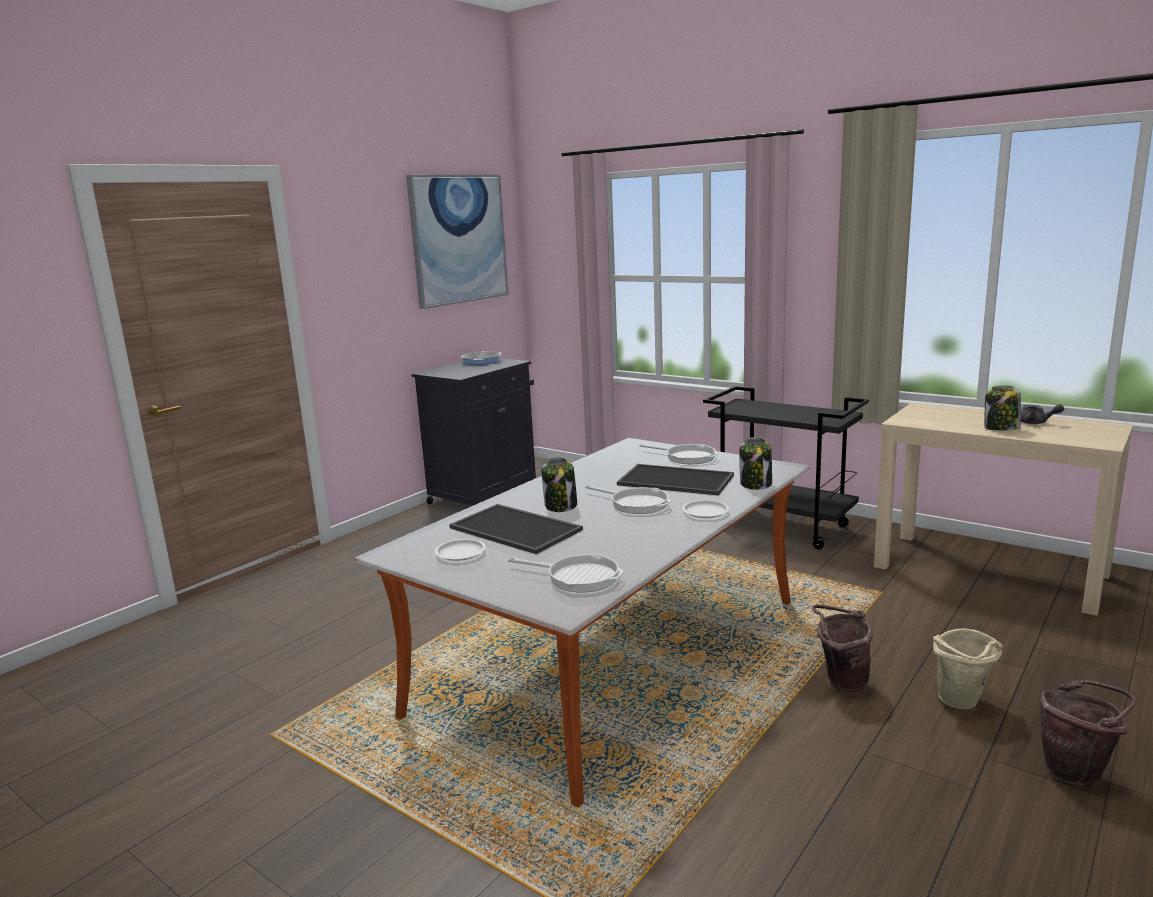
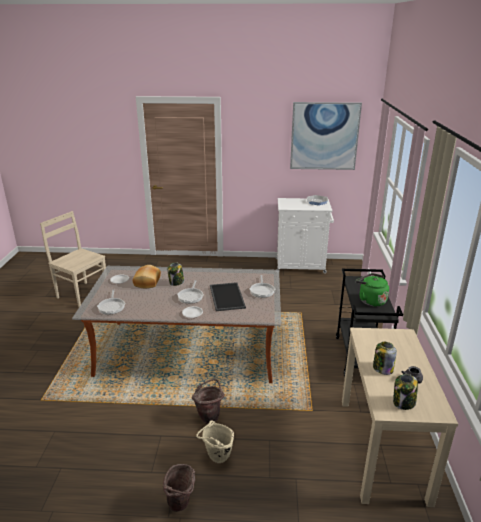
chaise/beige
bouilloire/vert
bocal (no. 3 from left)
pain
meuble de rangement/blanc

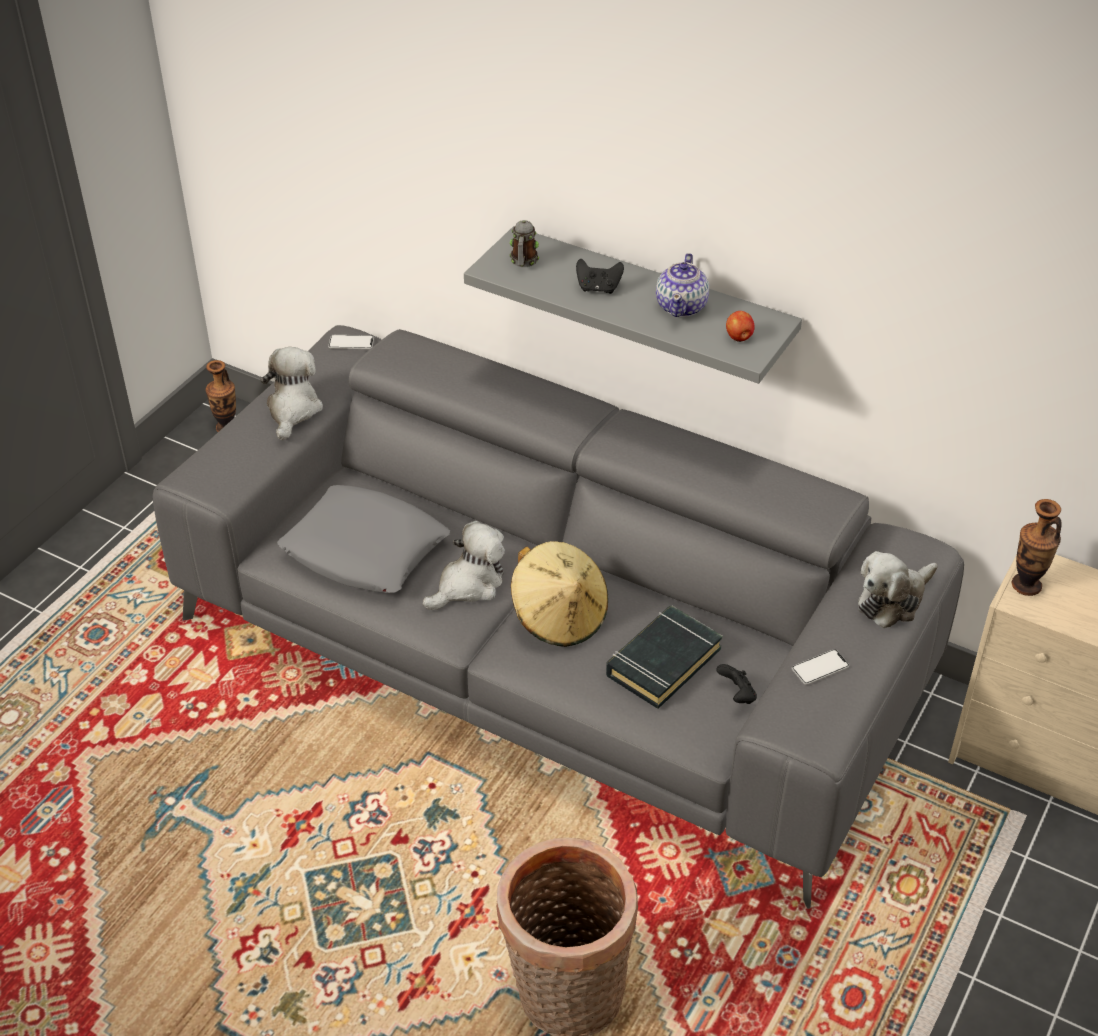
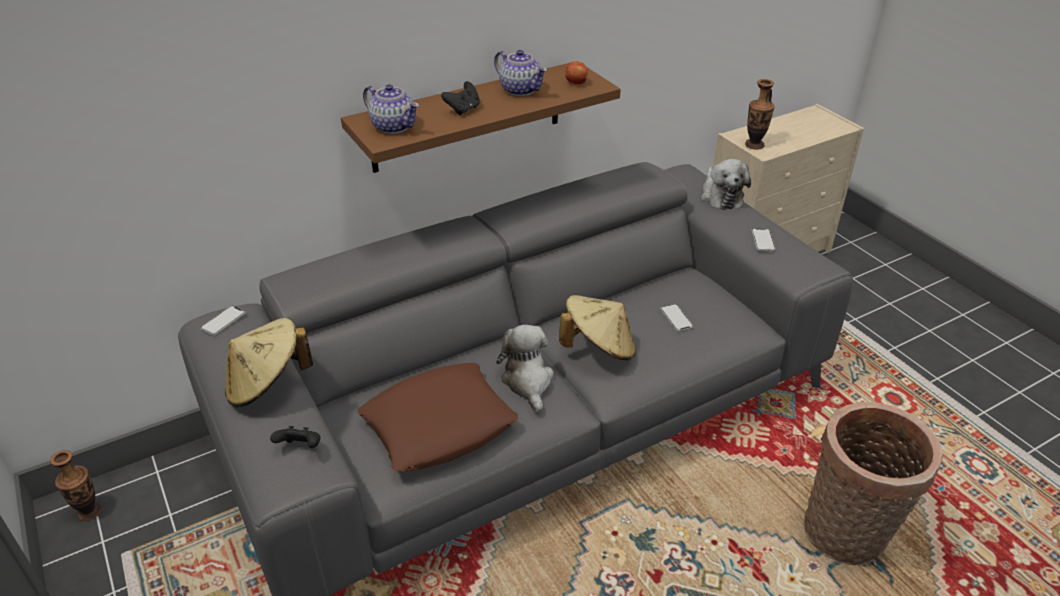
manette/noir (no. 1 from left)
chapeau/beige (no. 1 from left)
théière (no. 1 from left)
téléphone (no. 2 from left)
coussin/marron
étagère/marron

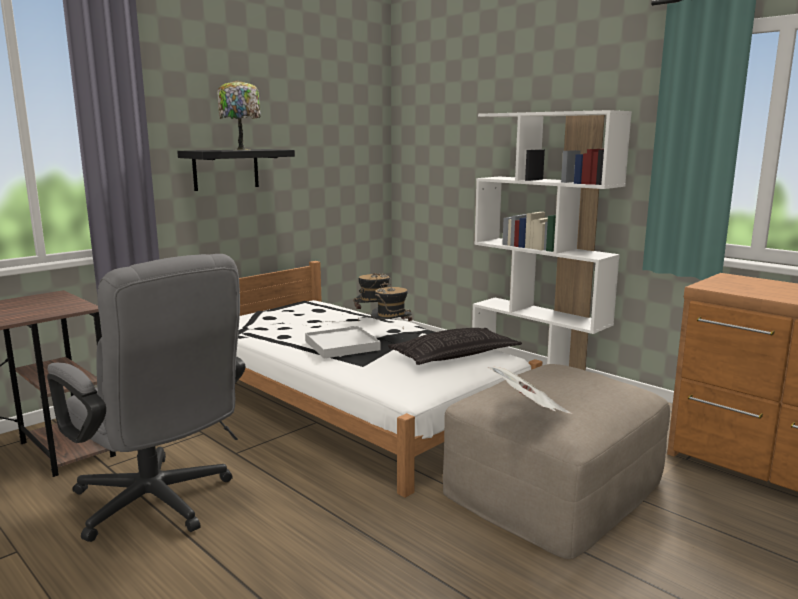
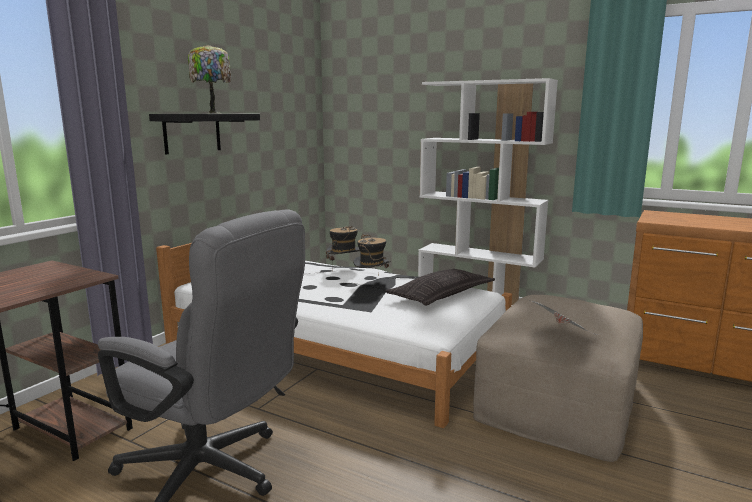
plateau/blanc

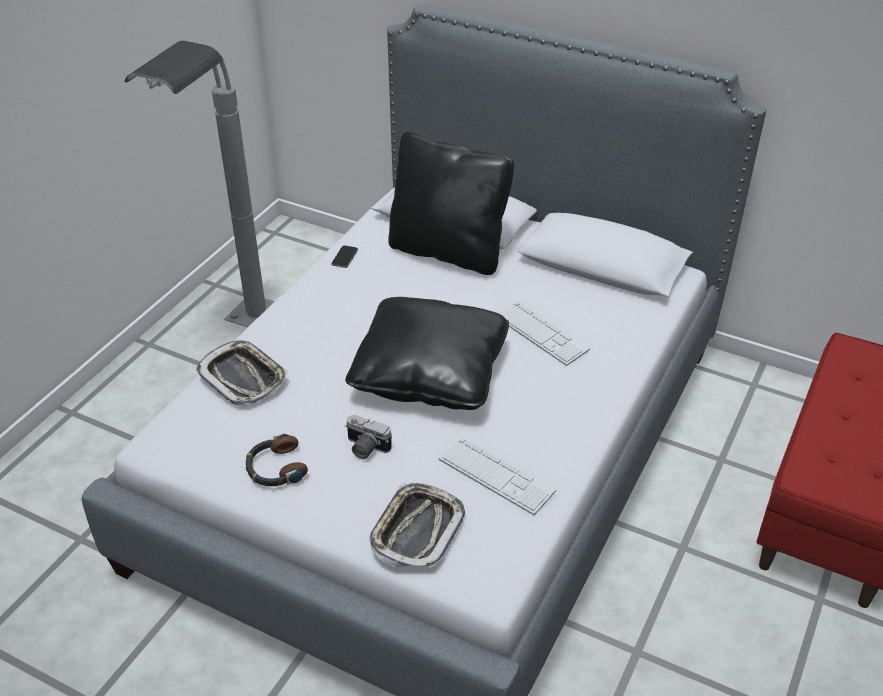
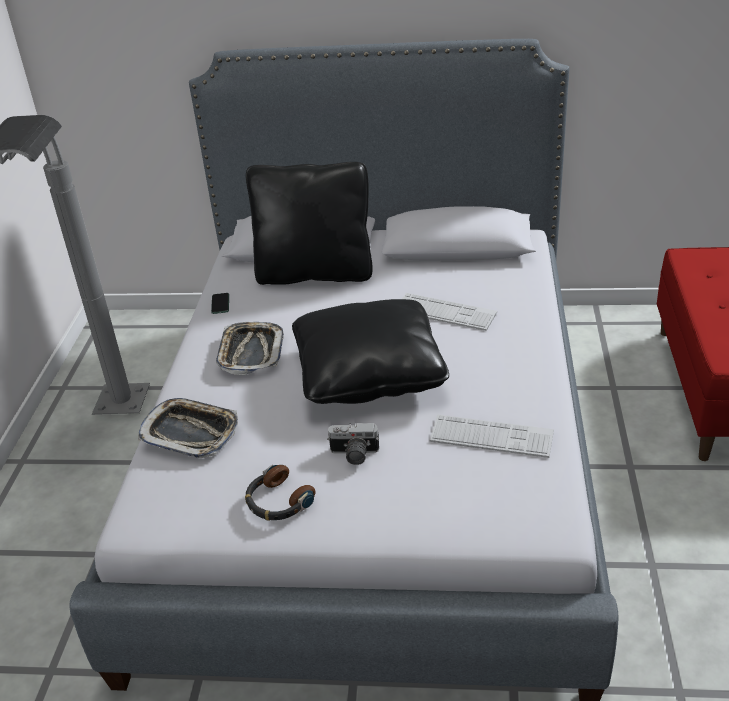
plateau (no. 2 from left)

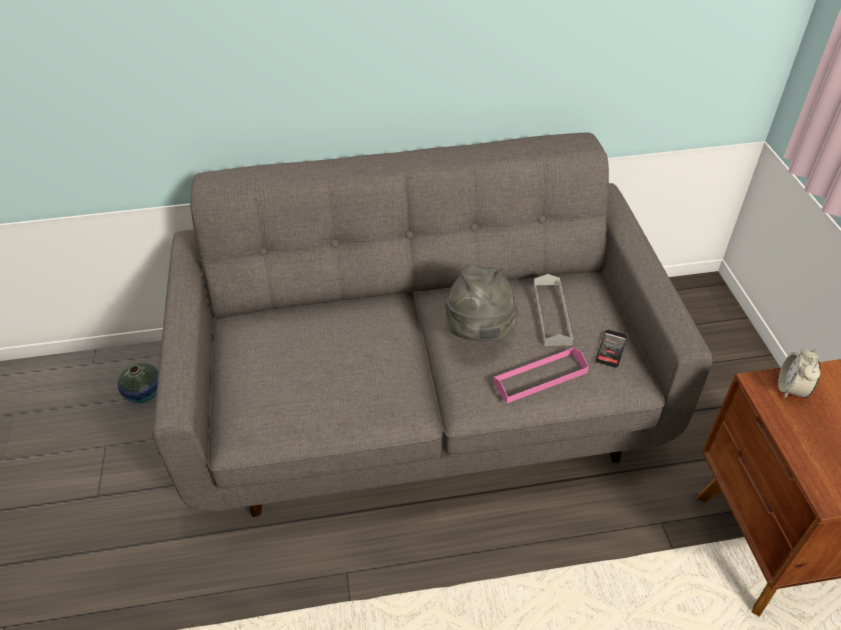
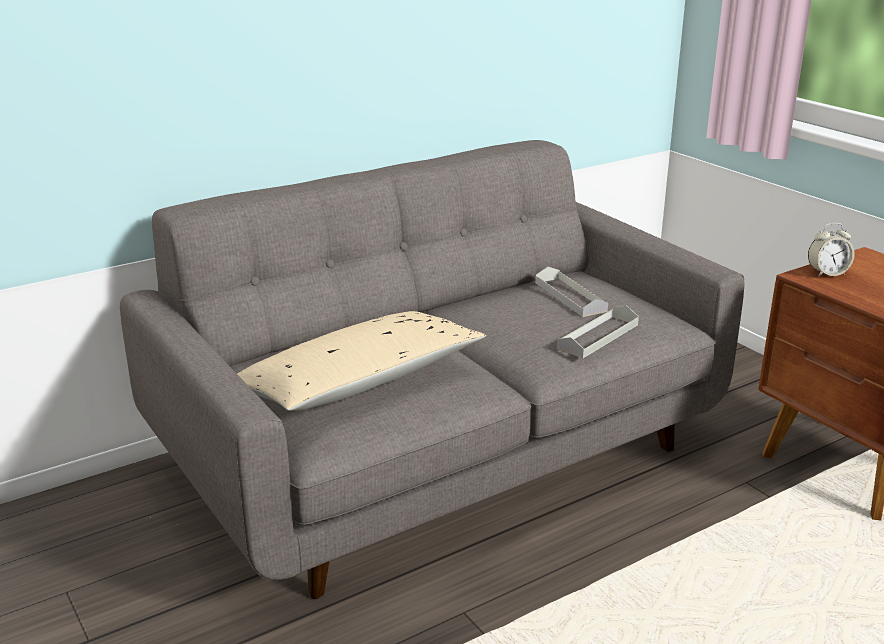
vase
chapeau/gris
téléphone
coussin/beige
plateau/gris (no. 2 from left)
réveil

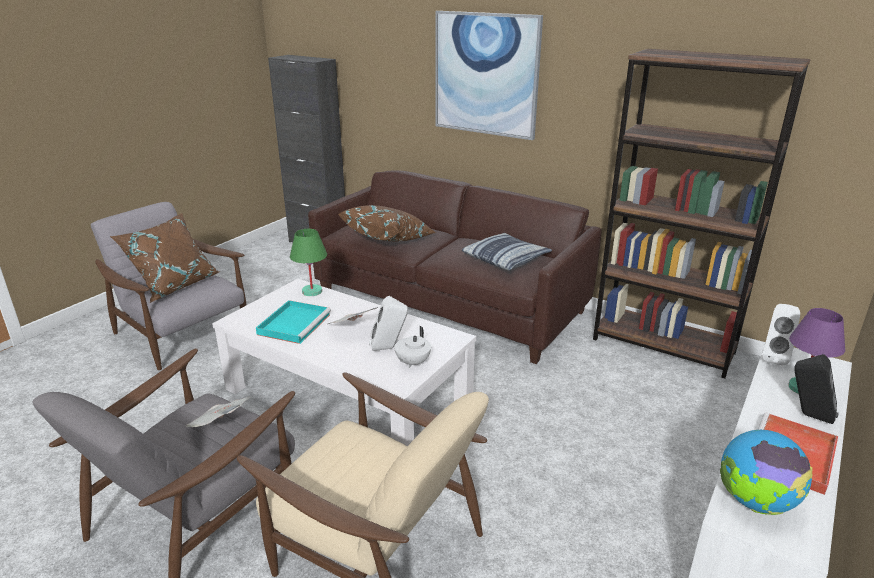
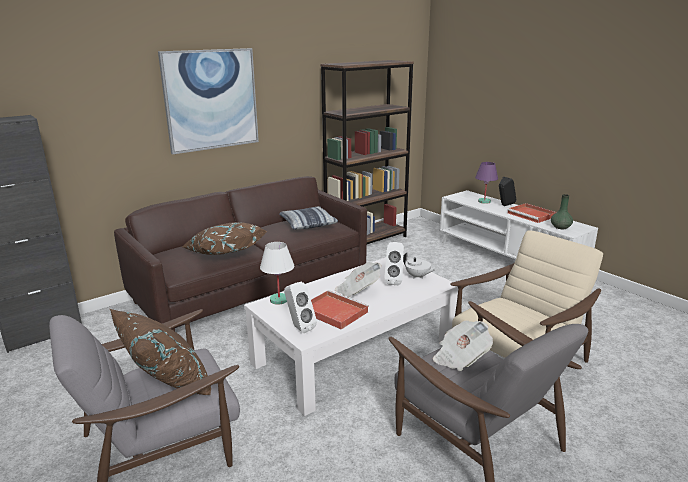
enceinte/blanc (no. 1 from left)
vase/vert
plateau/rouge (no. 1 from left)
lampe de table/blanc

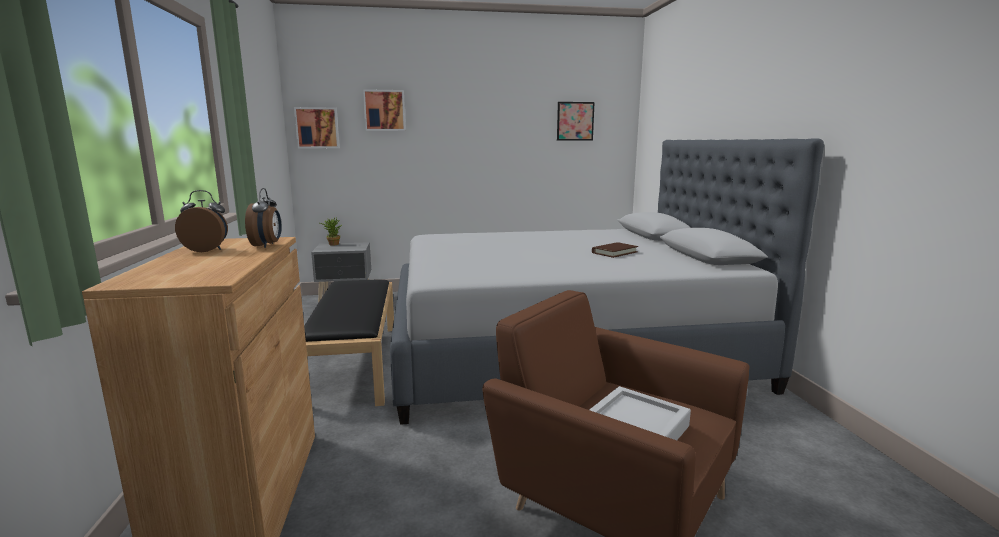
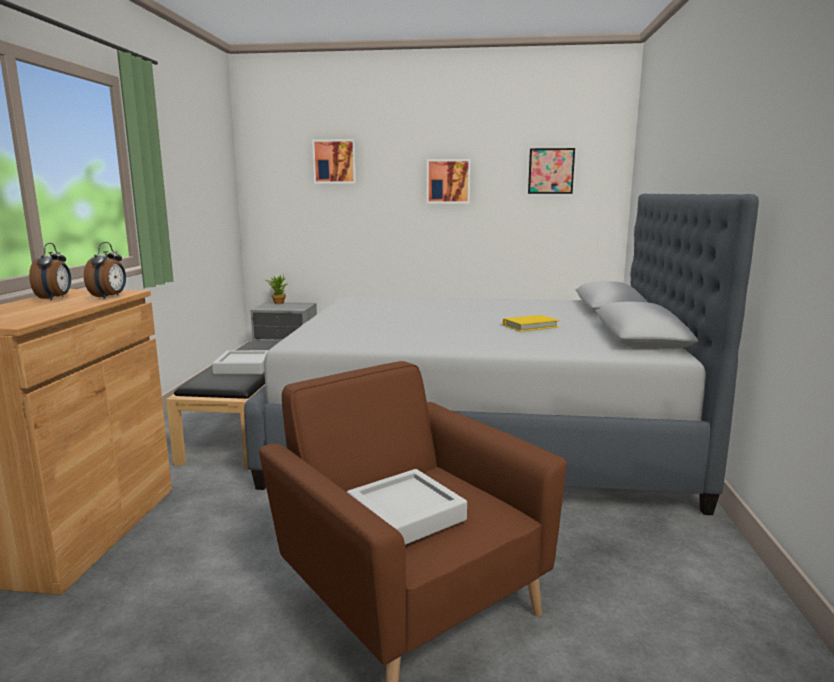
plateau/gris (no. 1 from left)
tableau (no. 2 from left)
livre/jaune
réveil (no. 1 from left)

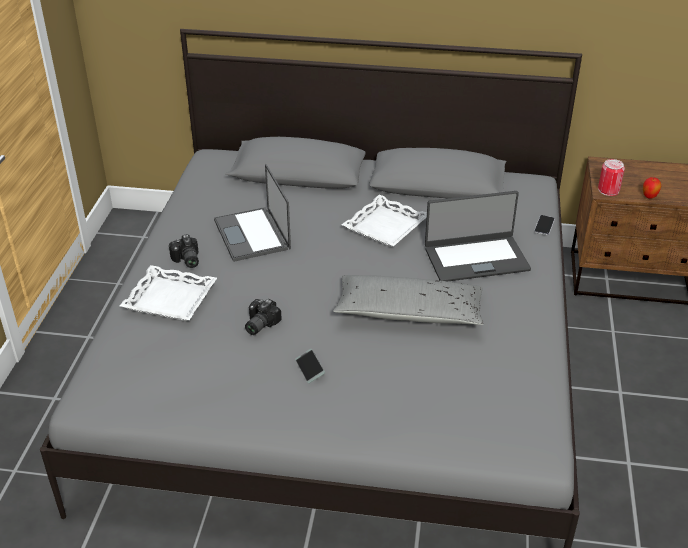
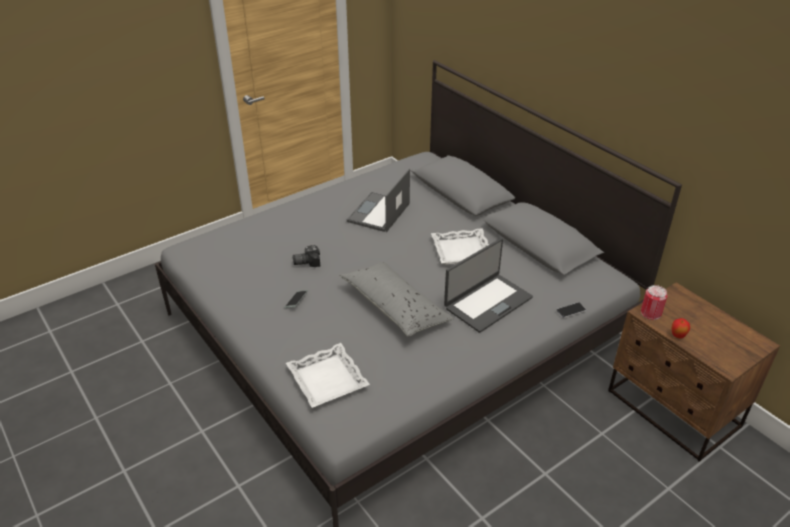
appareil photo (no. 1 from left in the first image)
plateau/blanc (no. 1 from left)
ordinateur portable (no. 2 from left)

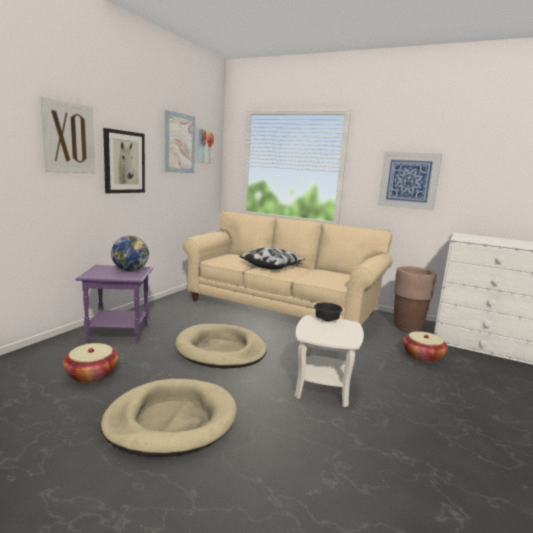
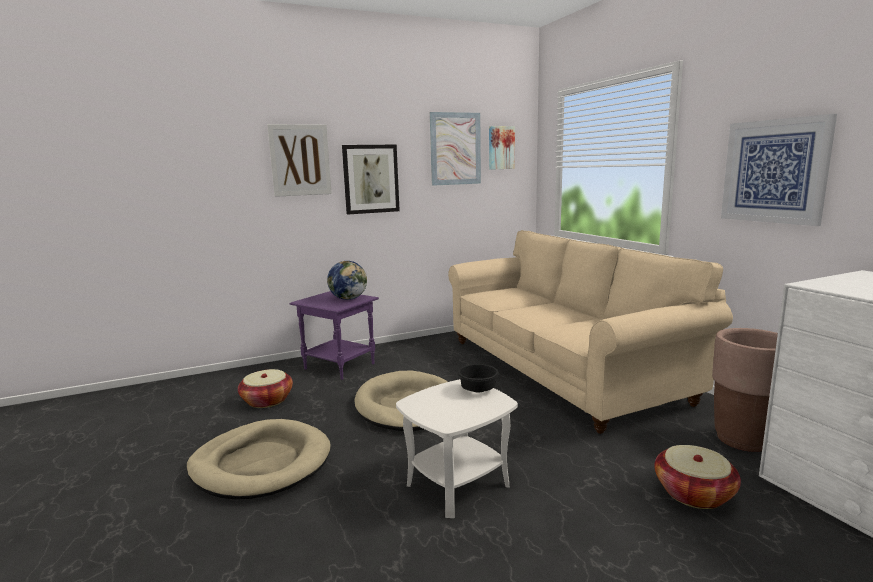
coussin

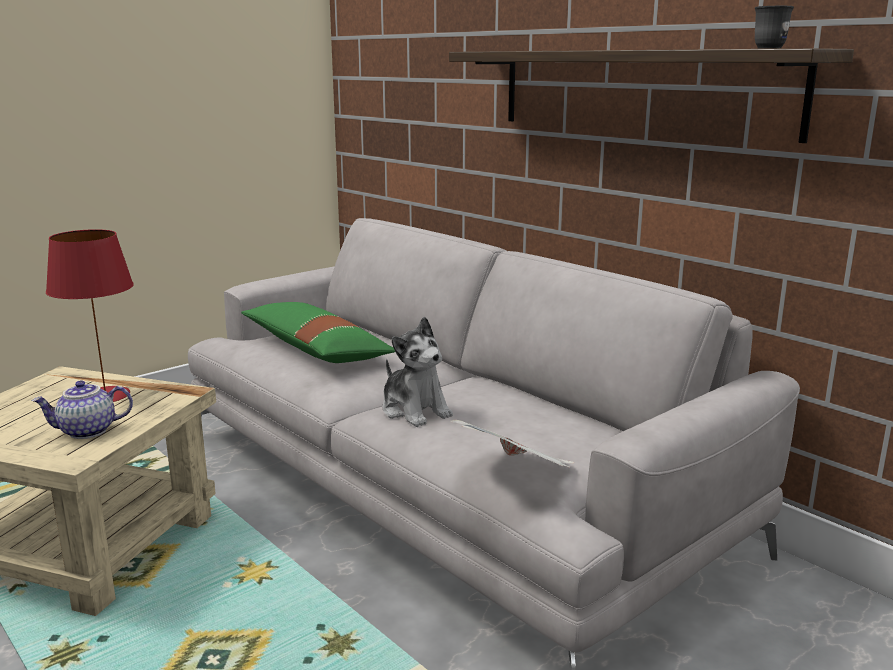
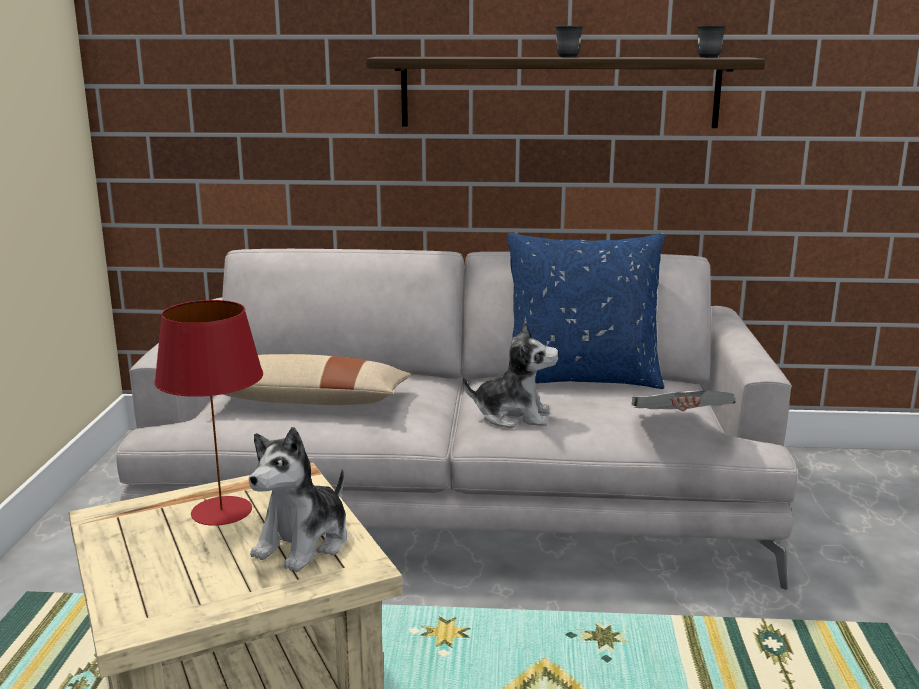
coussin/bleu
mug/gris (no. 1 from left)
peluche (no. 1 from left)
coussin/beige

